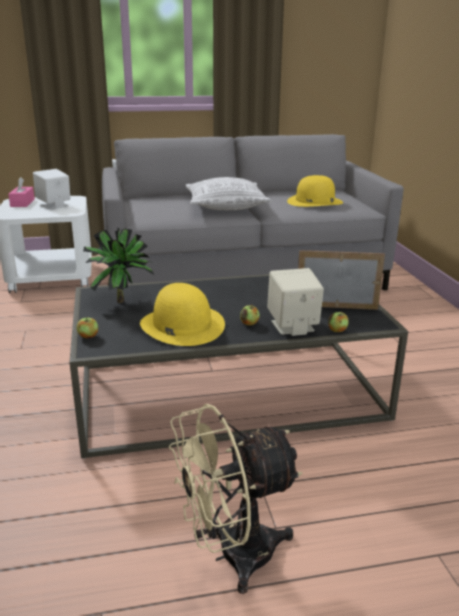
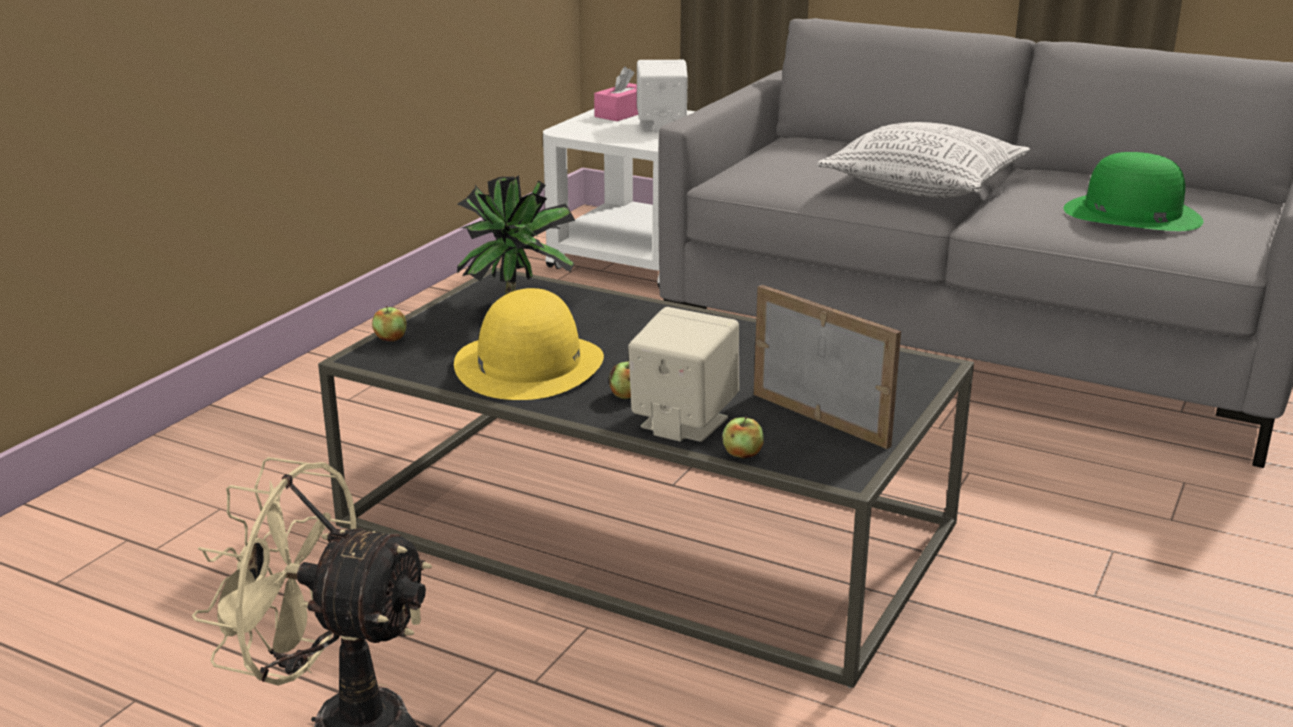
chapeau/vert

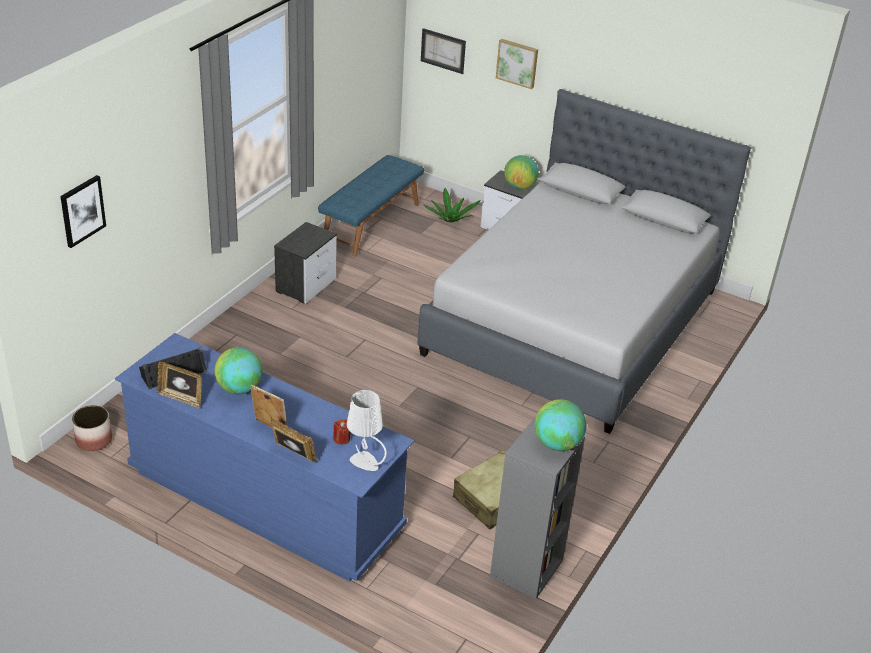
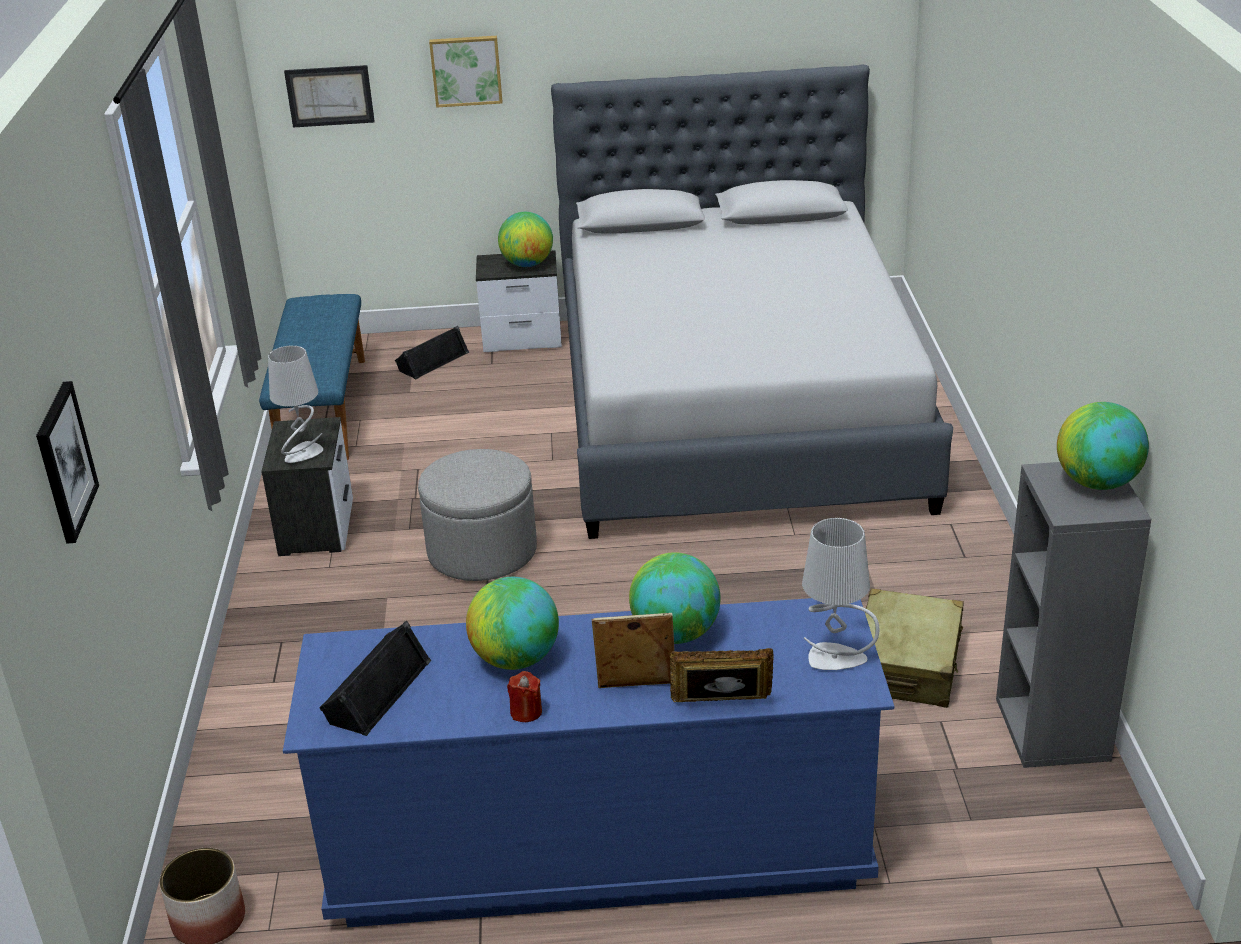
cadre photo (no. 1 from left in the first image)
lampe de table/gris (no. 1 from left)
pouf/gris
globe (no. 3 from left)
bougie/rouge
enceinte/noir (no. 2 from left)

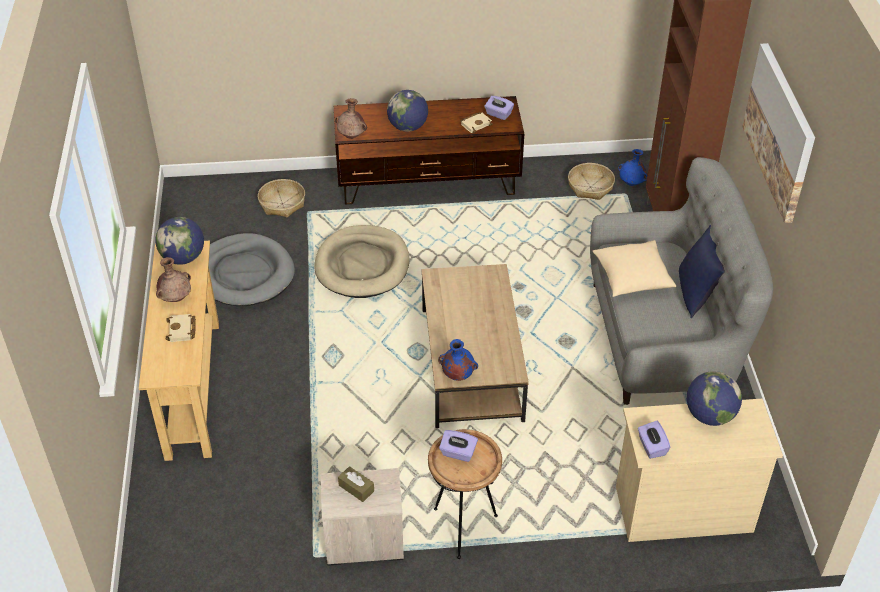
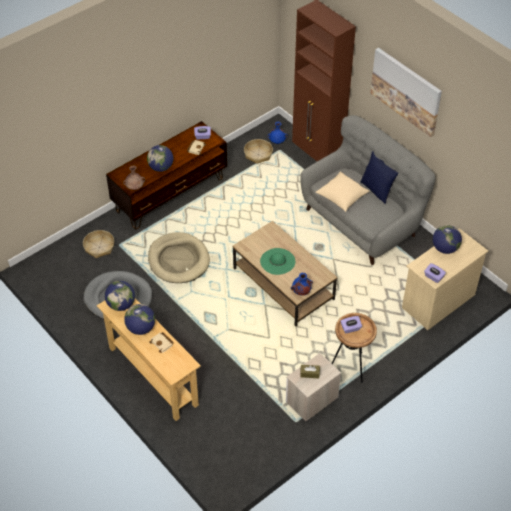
chapeau/vert
globe (no. 2 from left)

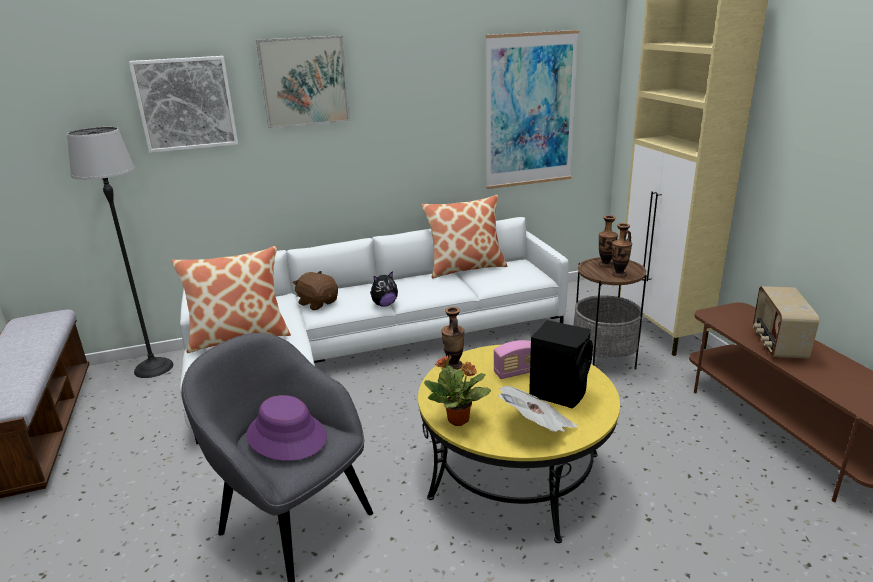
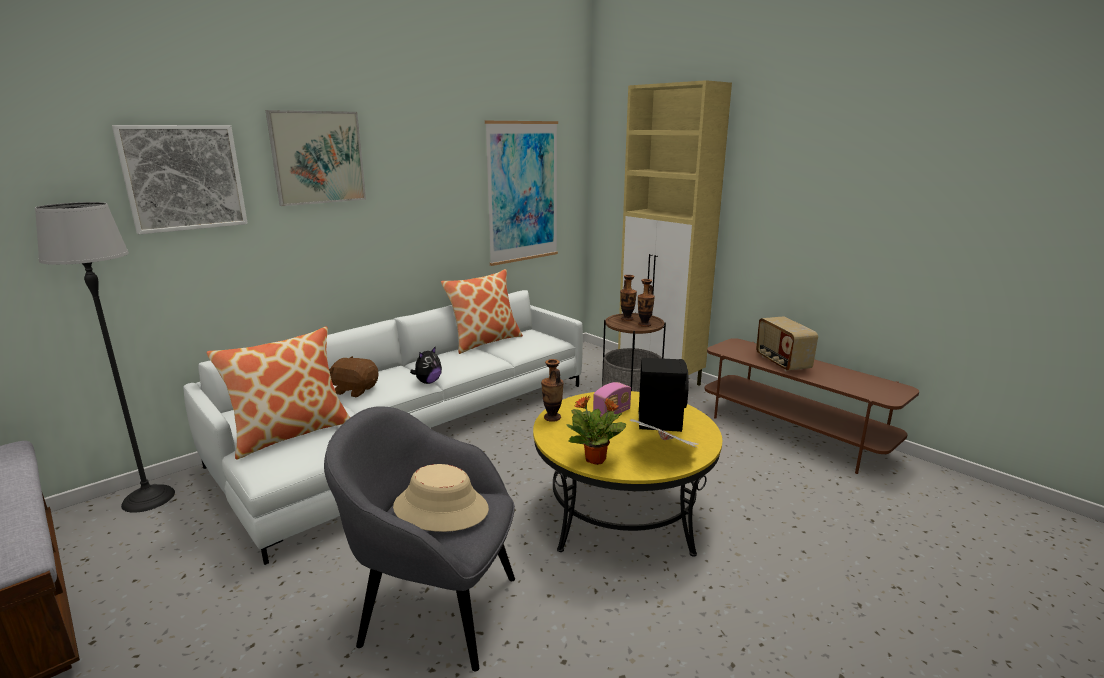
chapeau/beige

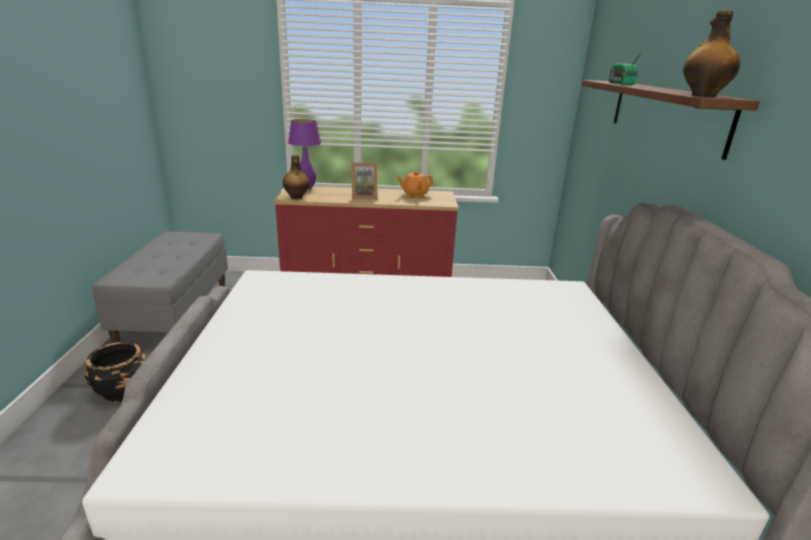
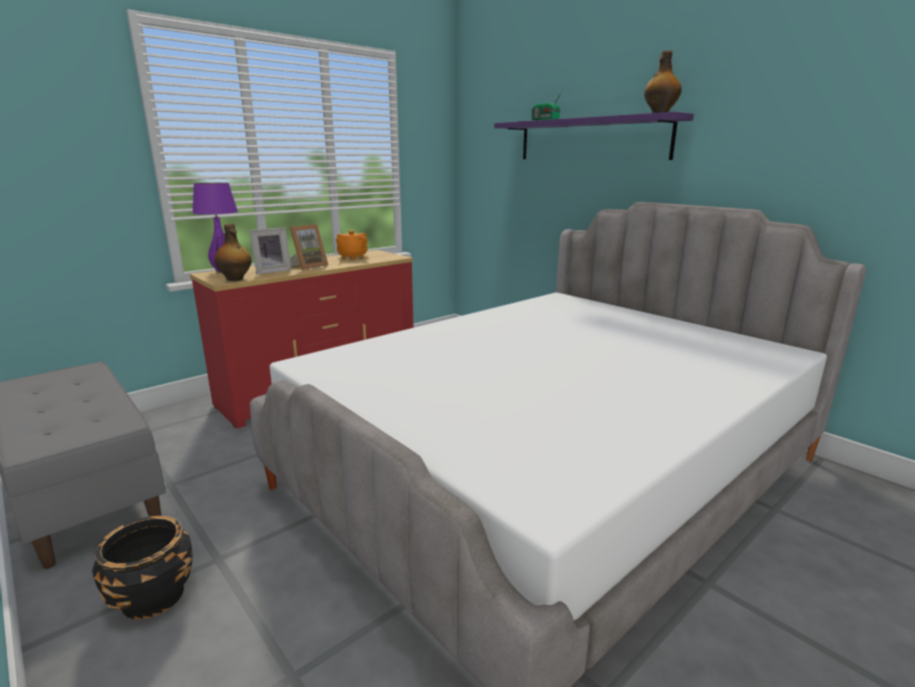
cadre photo (no. 1 from left)
étagère/violet

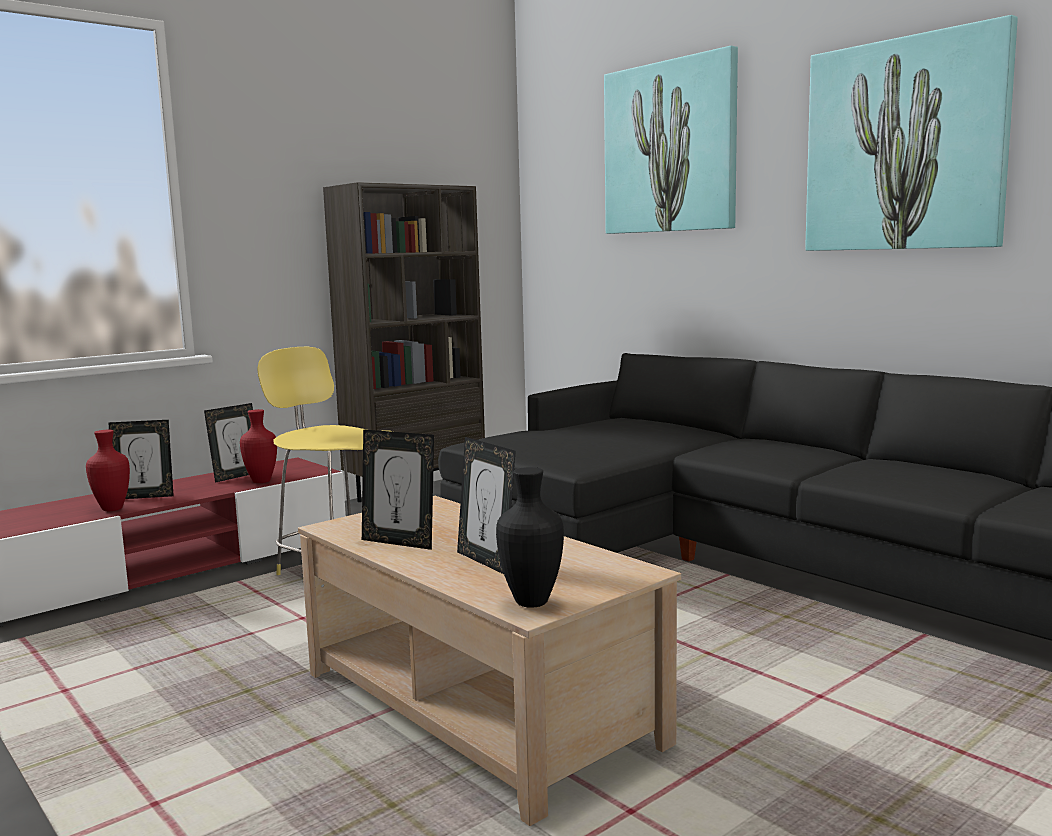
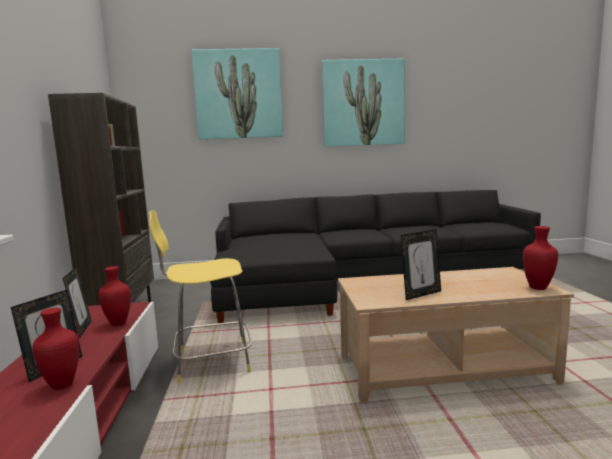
cadre photo (no. 4 from left in the first image)
vase/rouge (no. 3 from left)

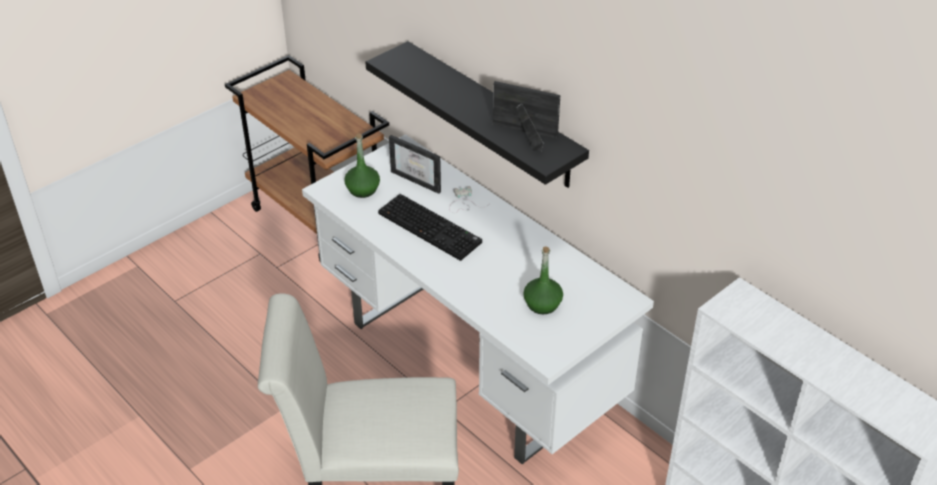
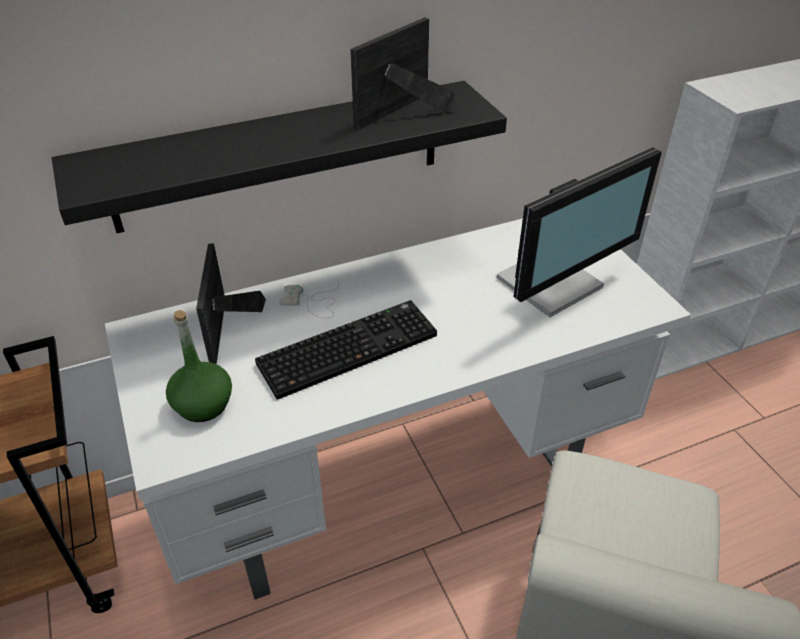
écran d'ordinateur
cadre photo (no. 1 from left)

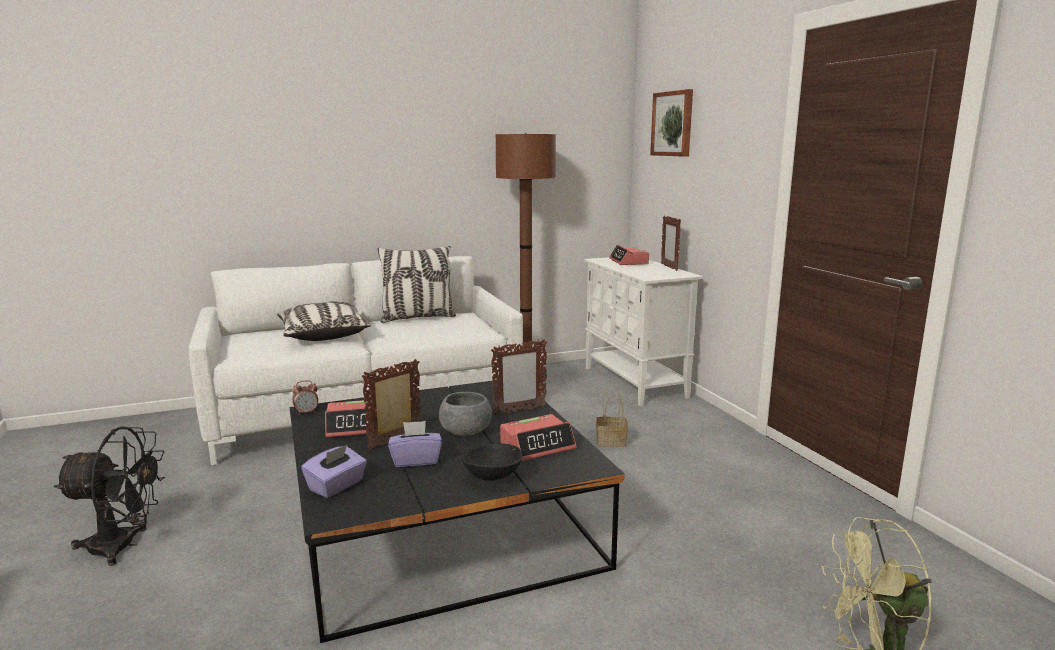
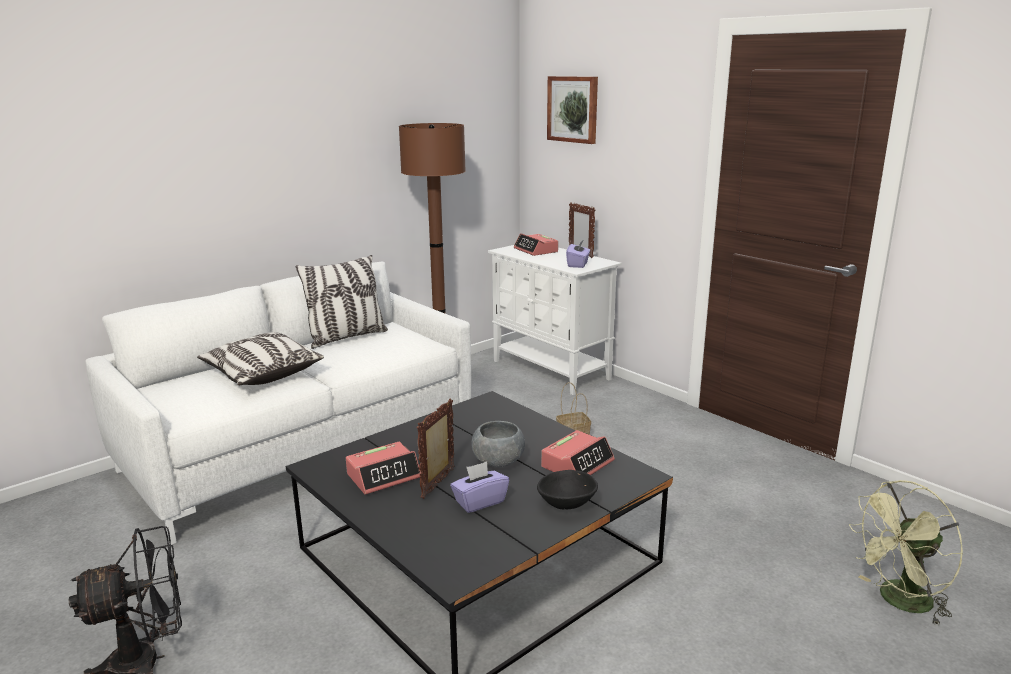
réveil (no. 1 from left in the first image)
cadre photo (no. 2 from left in the first image)
boîte à mouchoirs/violet (no. 2 from left)

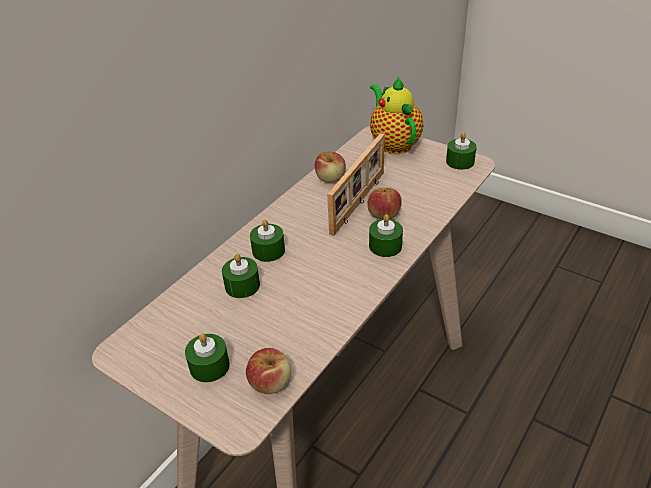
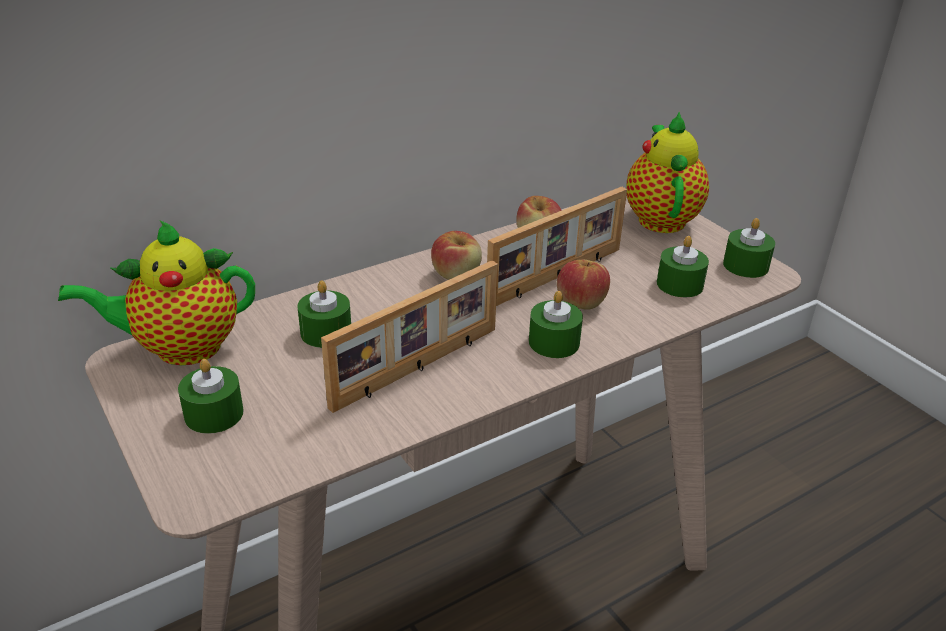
théière (no. 1 from left)
cadre photo (no. 1 from left)
pomme (no. 1 from left)
bougie/vert (no. 4 from left)

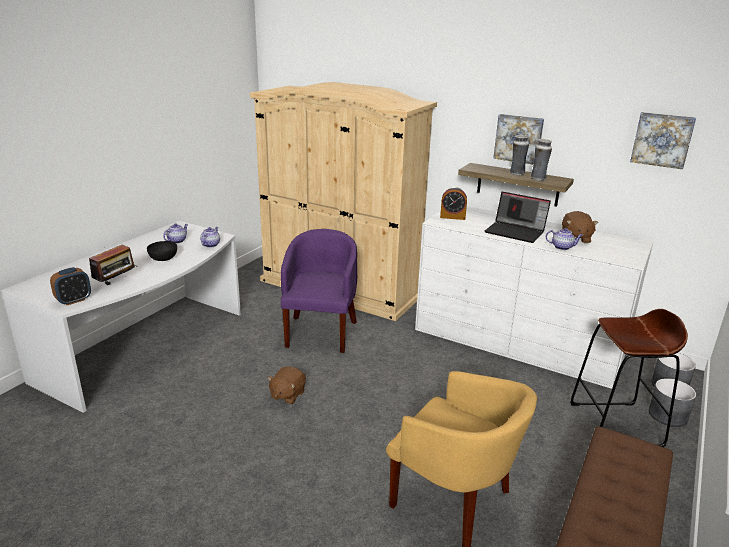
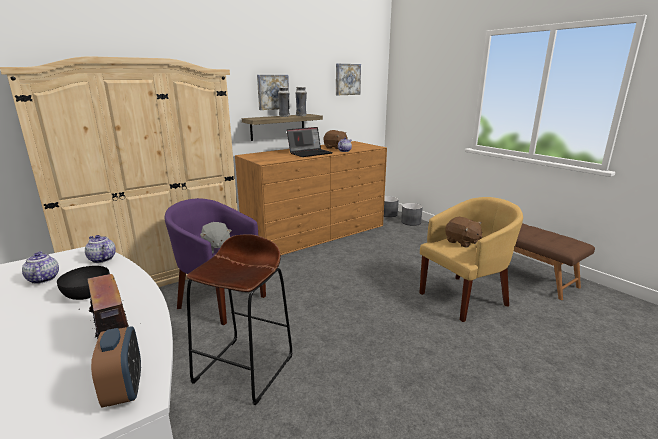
réveil (no. 2 from left in the first image)
peluche/gris
peluche/marron (no. 2 from left)
tabouret/marron
commode/marron

